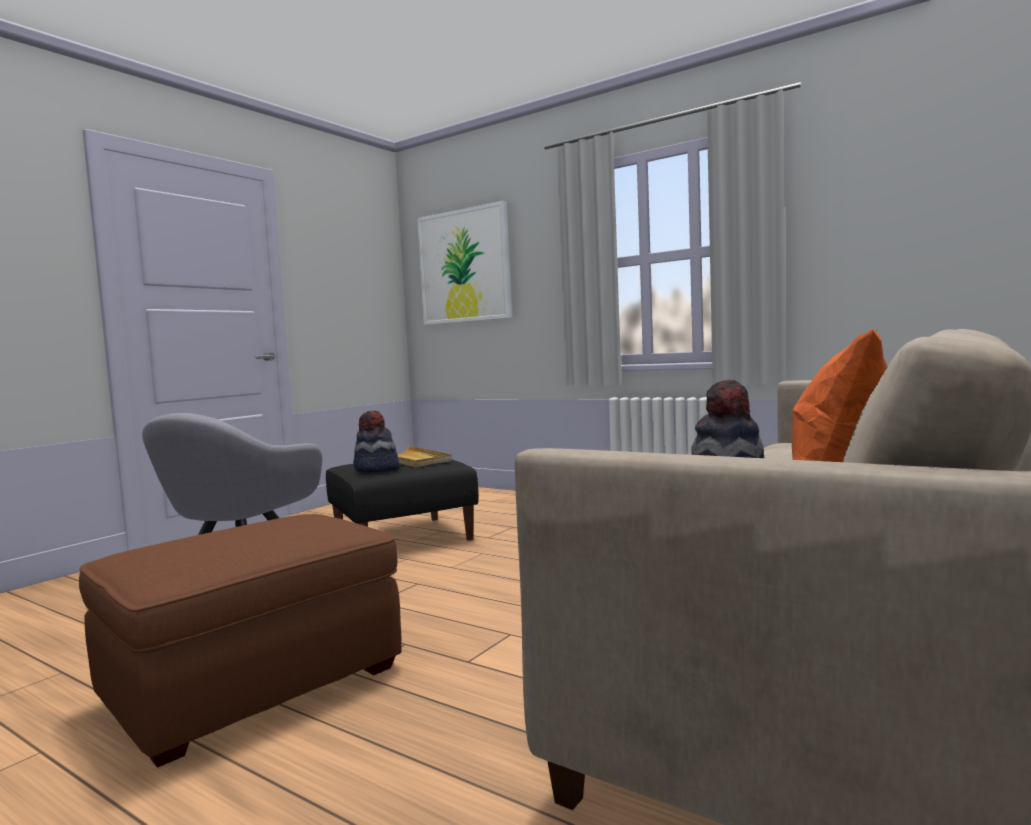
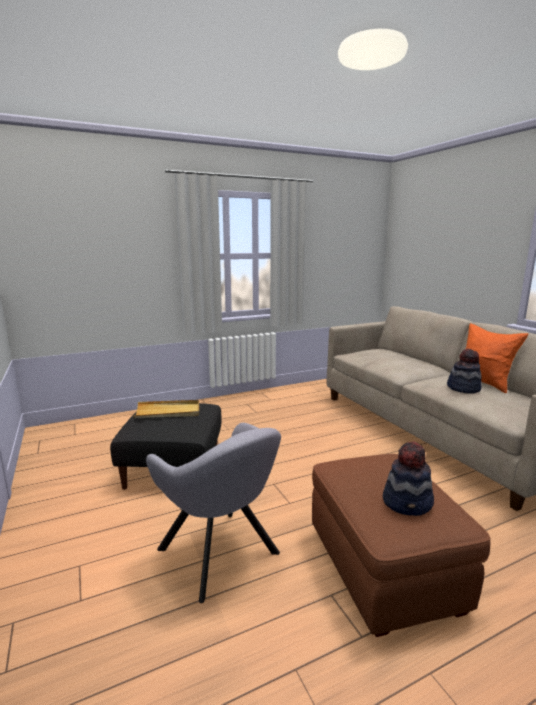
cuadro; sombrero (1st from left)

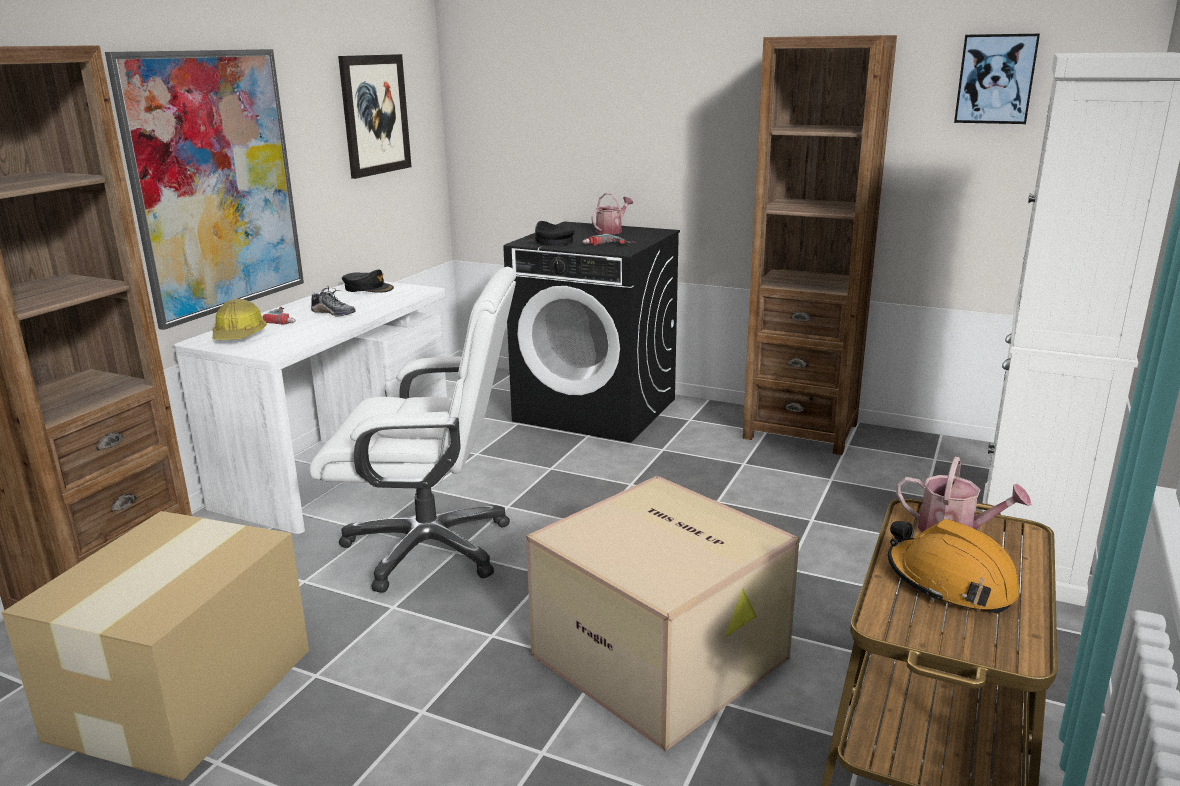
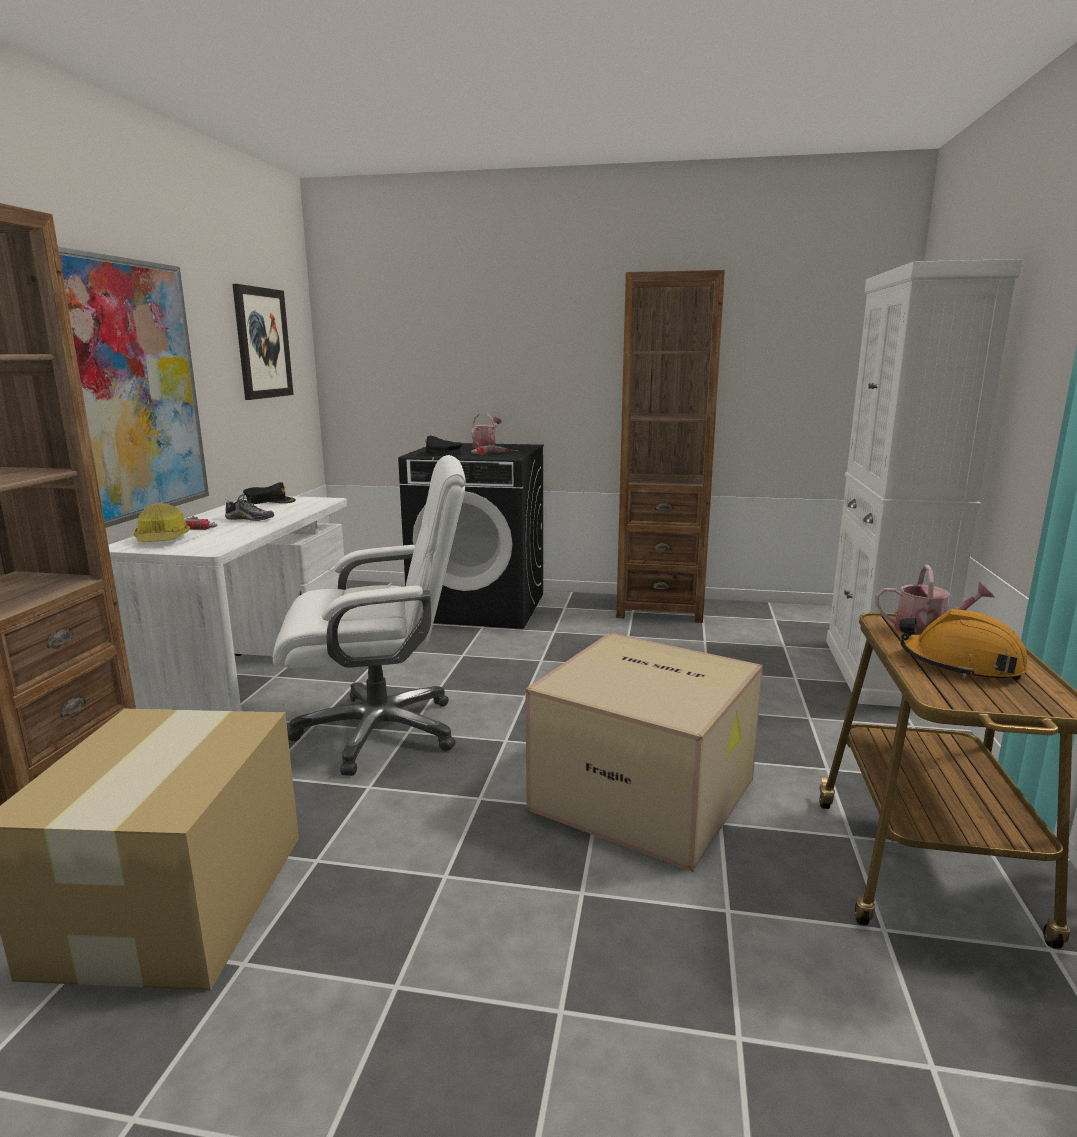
cuadro (3rd from left in the first image)

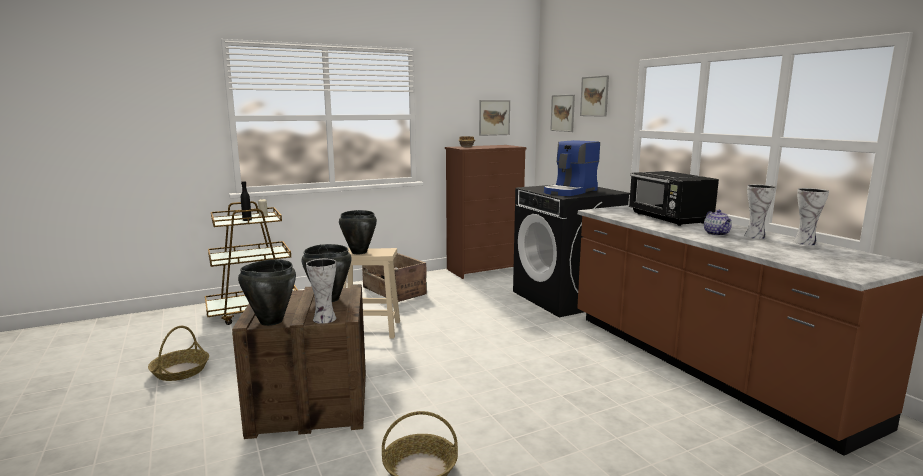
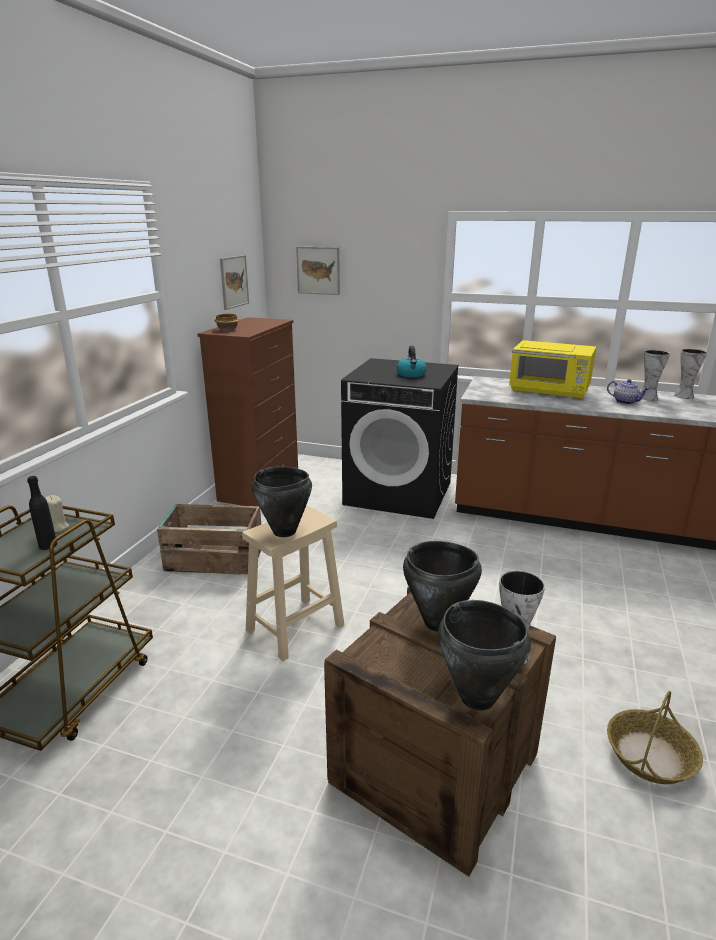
cuadro (3rd from left in the first image); hervidor; microondas [amarillo]; cesta (1st from left in the first image)

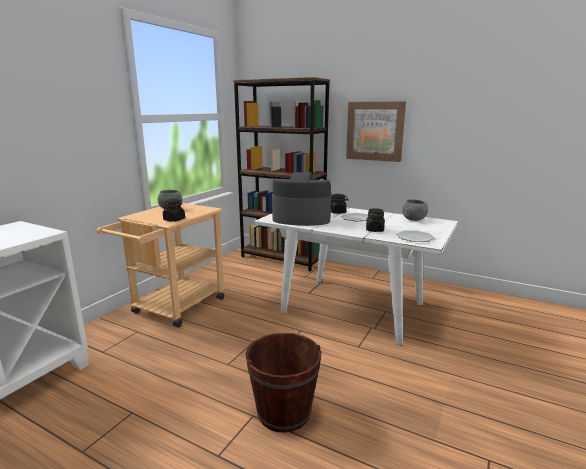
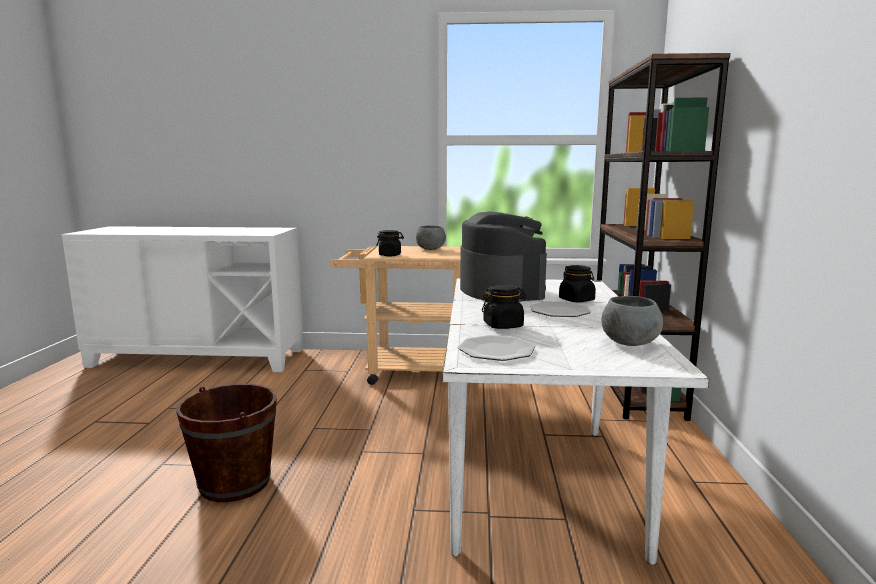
cuadro

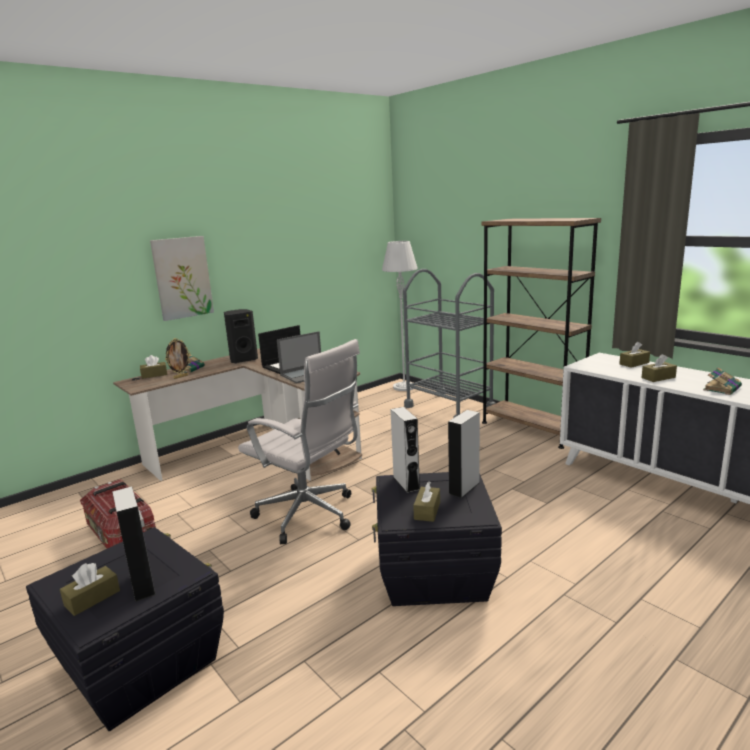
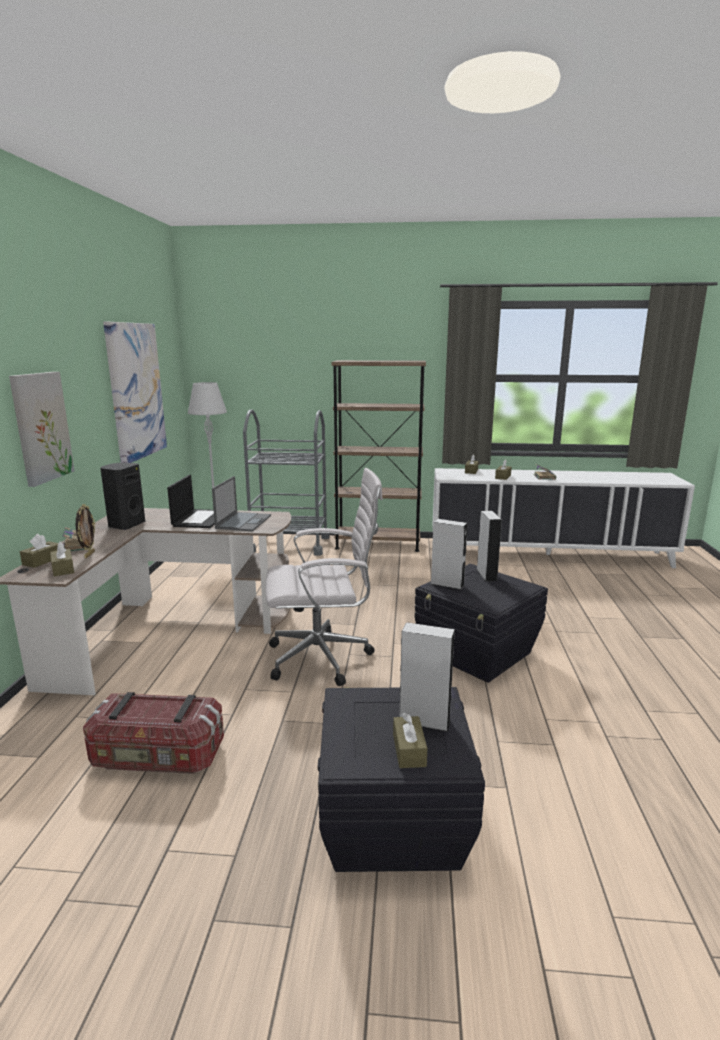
caja de pañuelos [marrón] (2nd from left); cuadro (2nd from left)

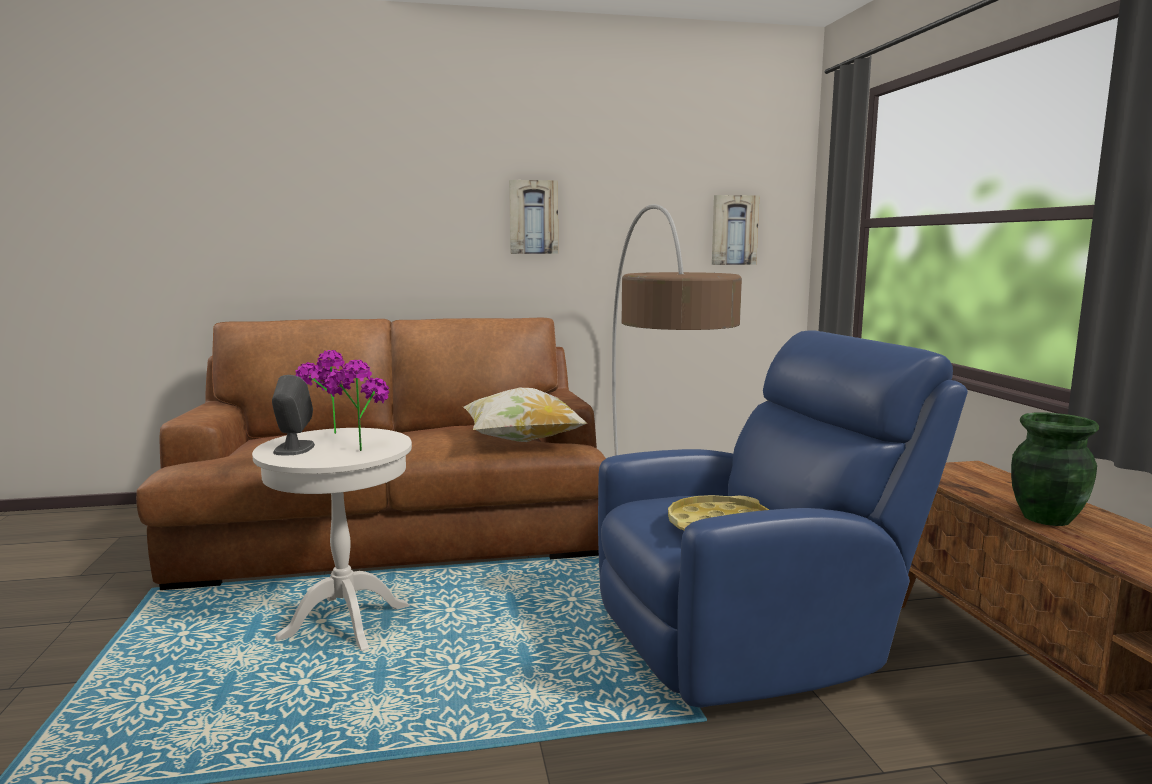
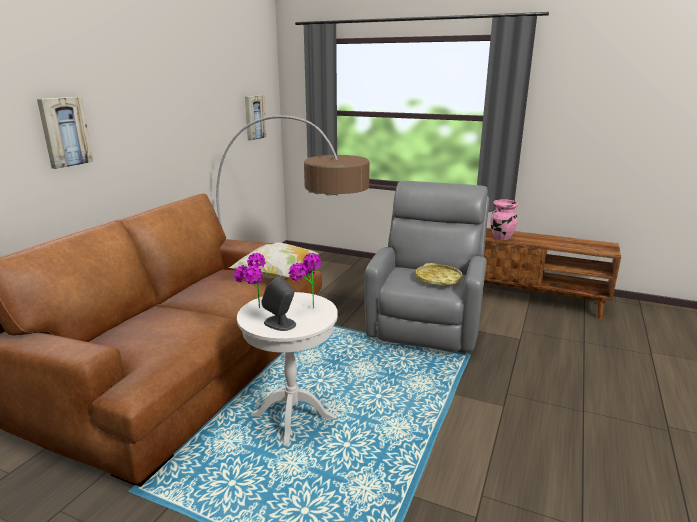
cuadro (1st from left); sillón [gris]; florero [rosa]

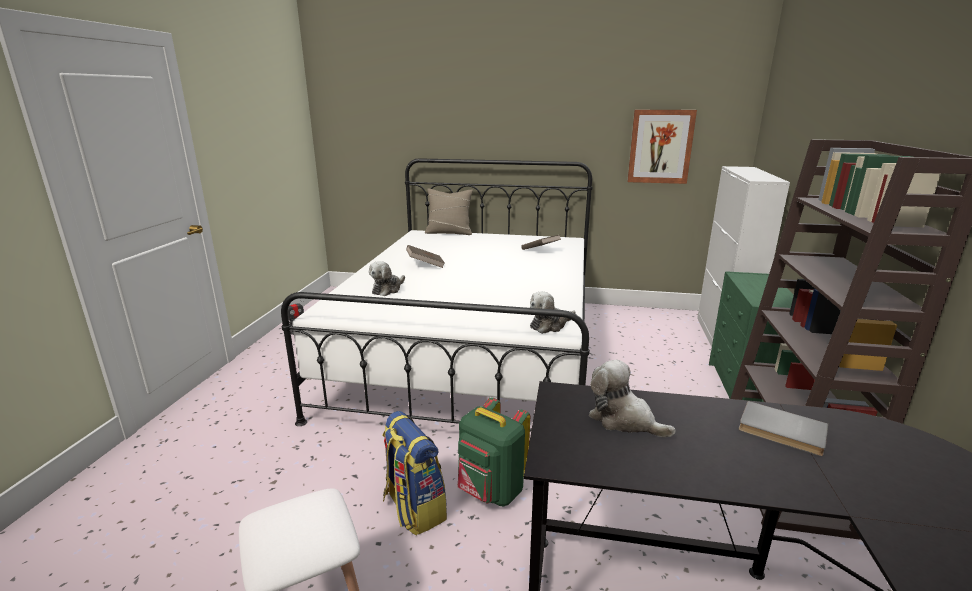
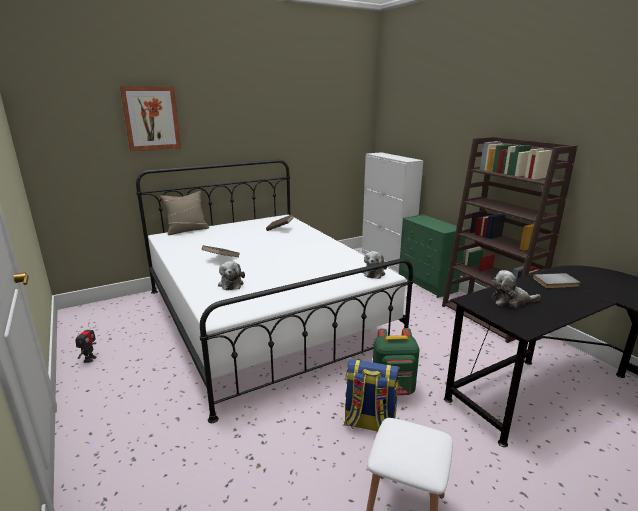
cuadro

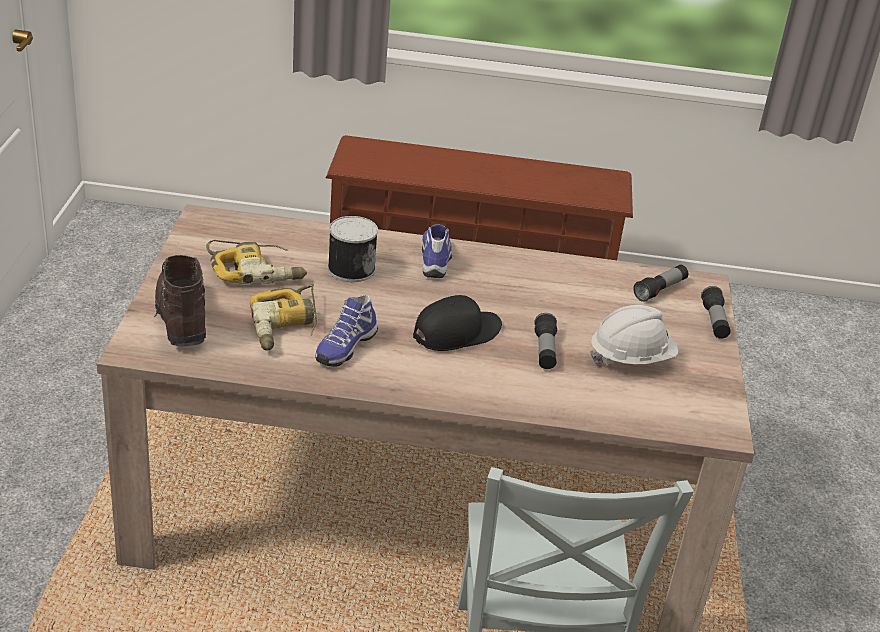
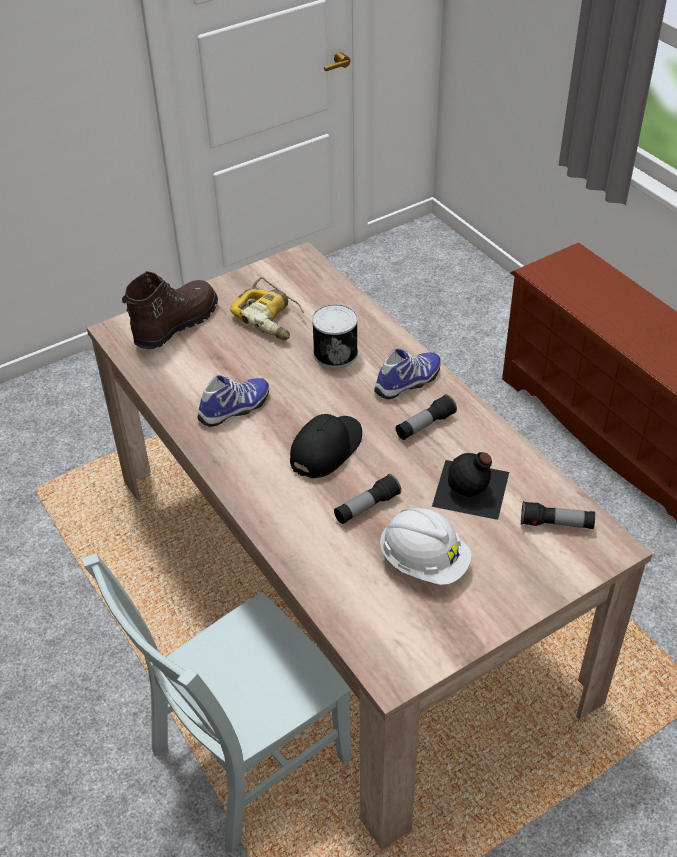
taladro (2nd from left in the first image); linterna (2nd from left); zapato (1st from left); gorra [negro]; botella [negro]

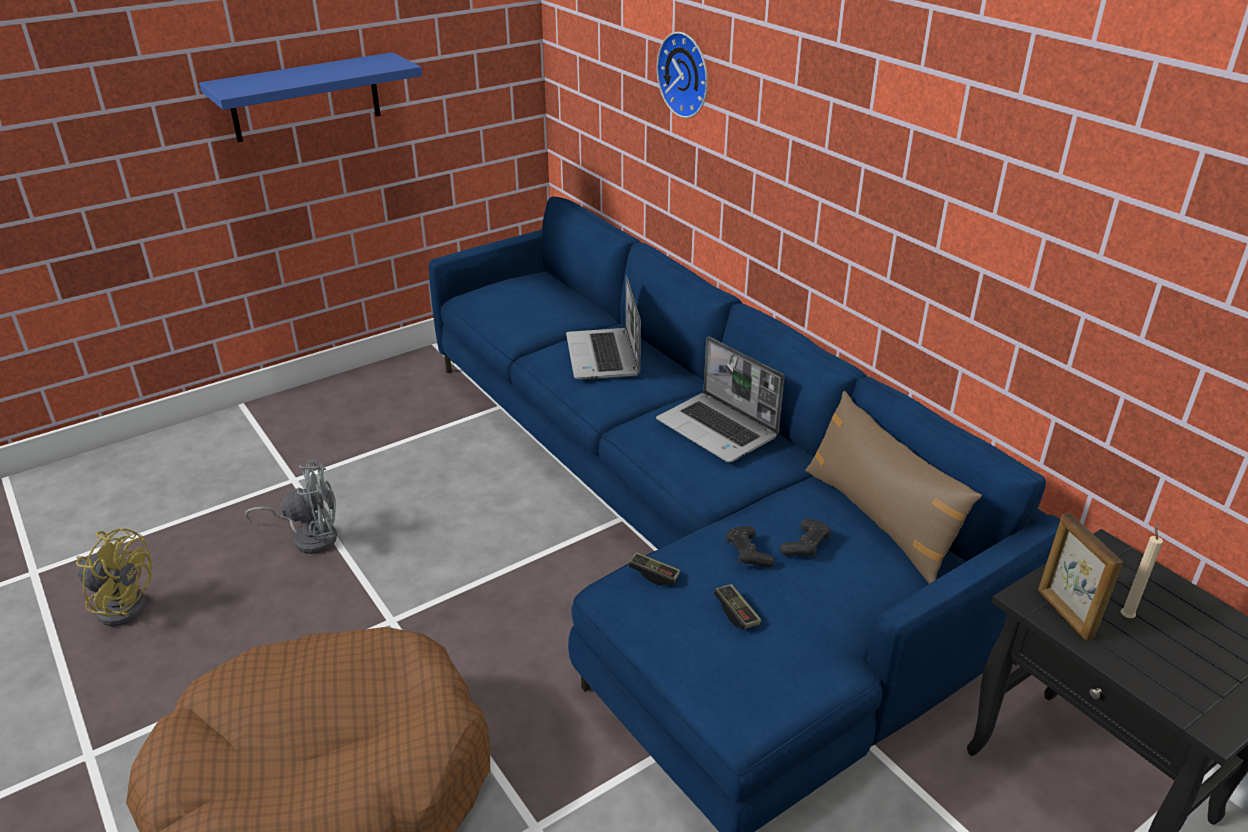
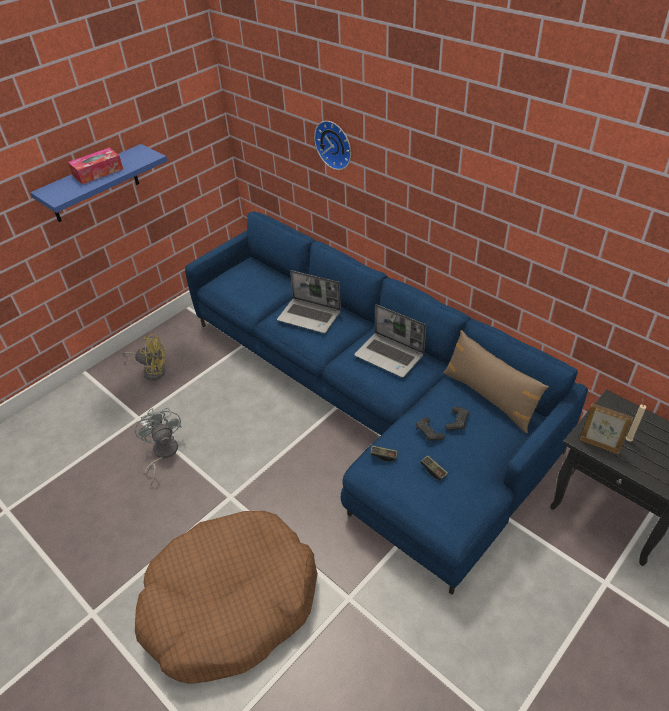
portátil (1st from left); ventilador [gris]; portarretratos; ventilador [amarillo]; caja de pañuelos

